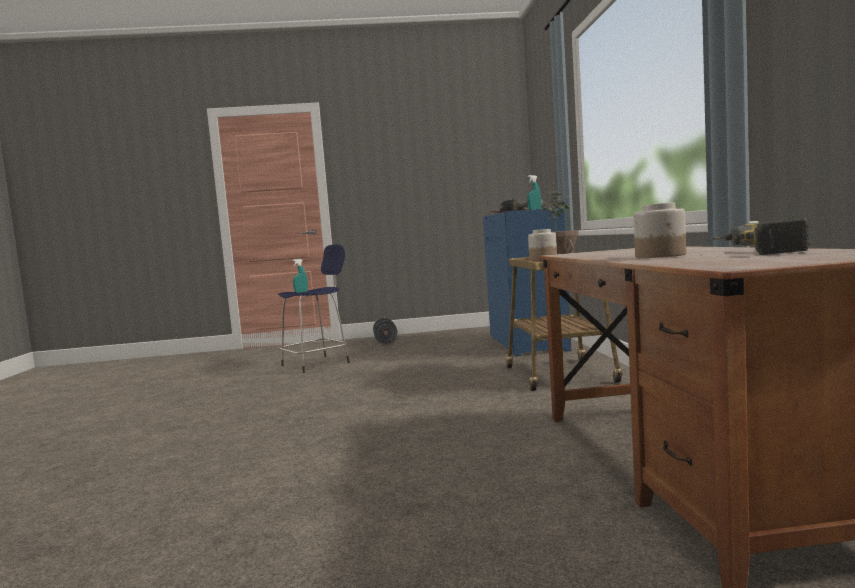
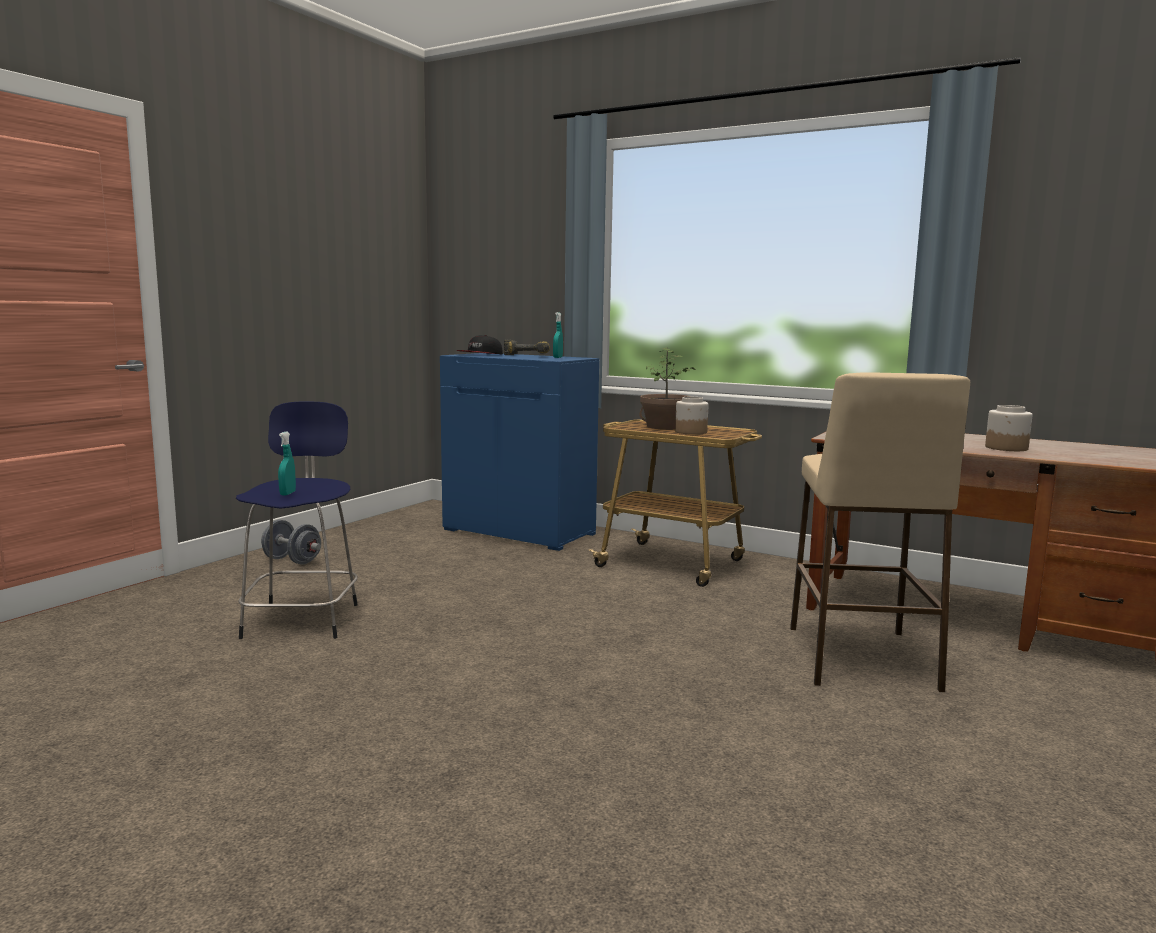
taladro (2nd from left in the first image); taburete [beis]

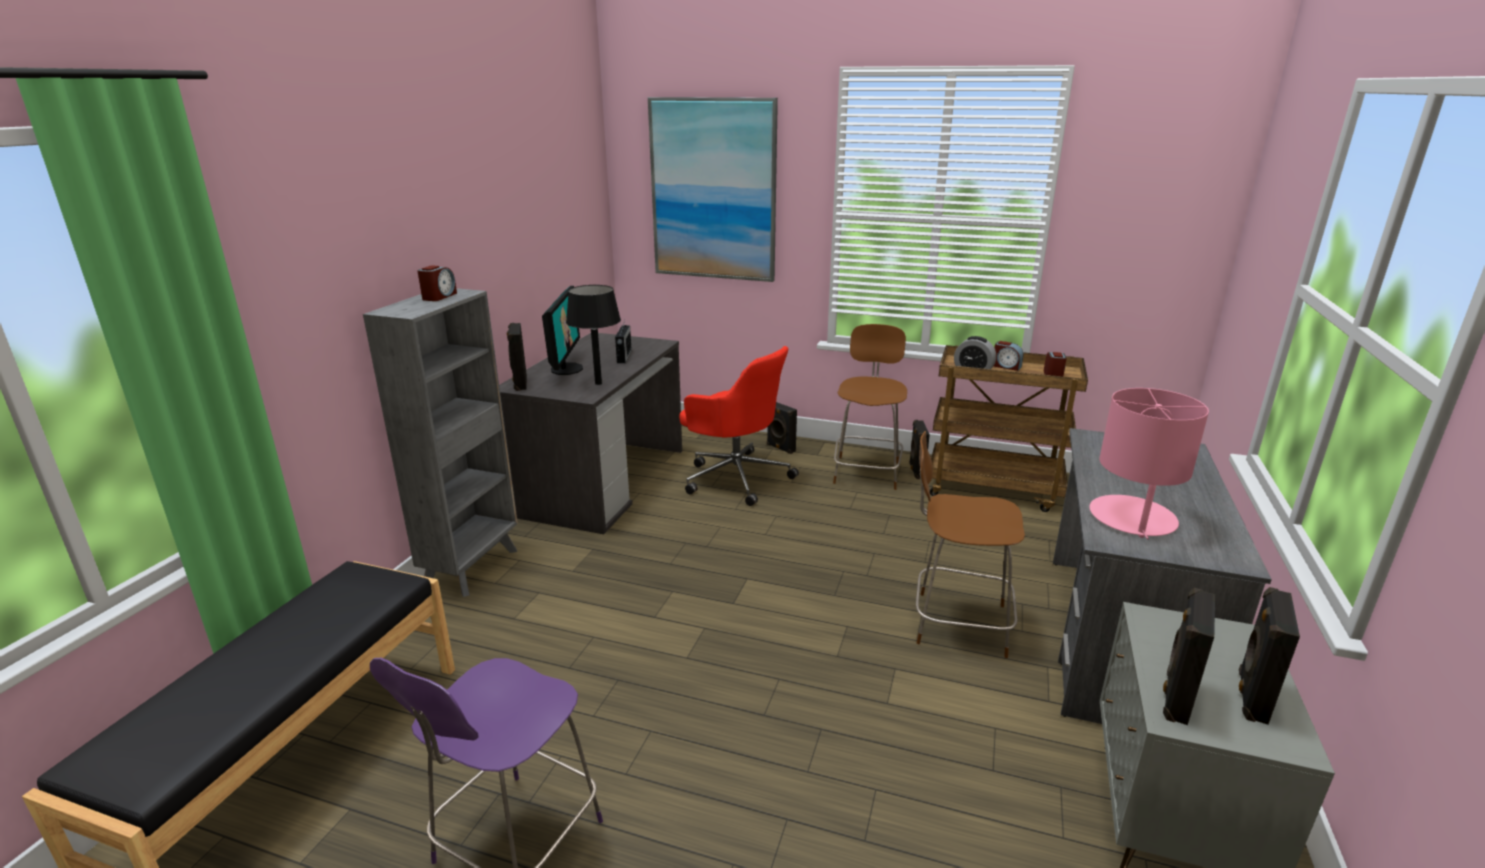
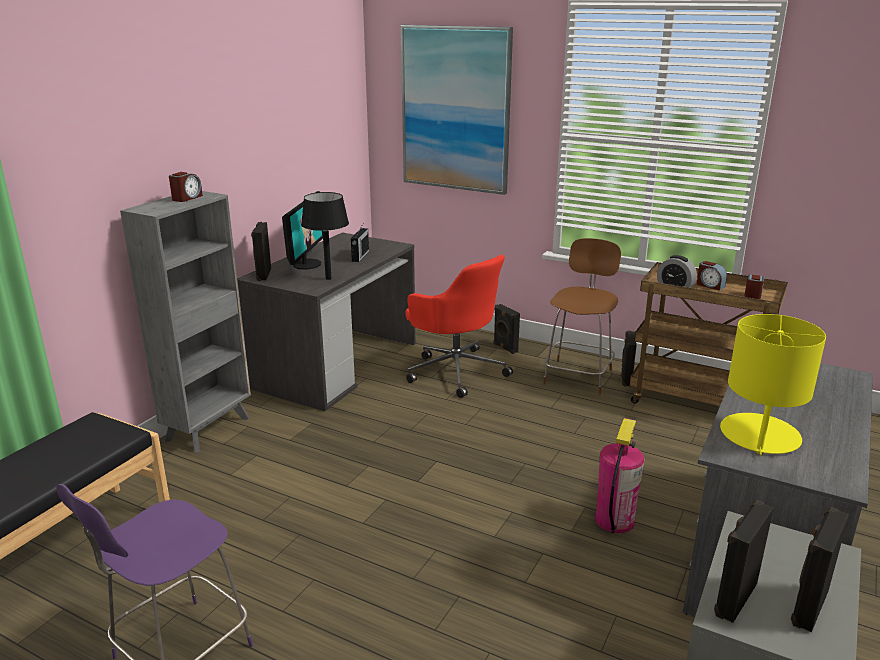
lámpara de mesa [amarillo]; extintor

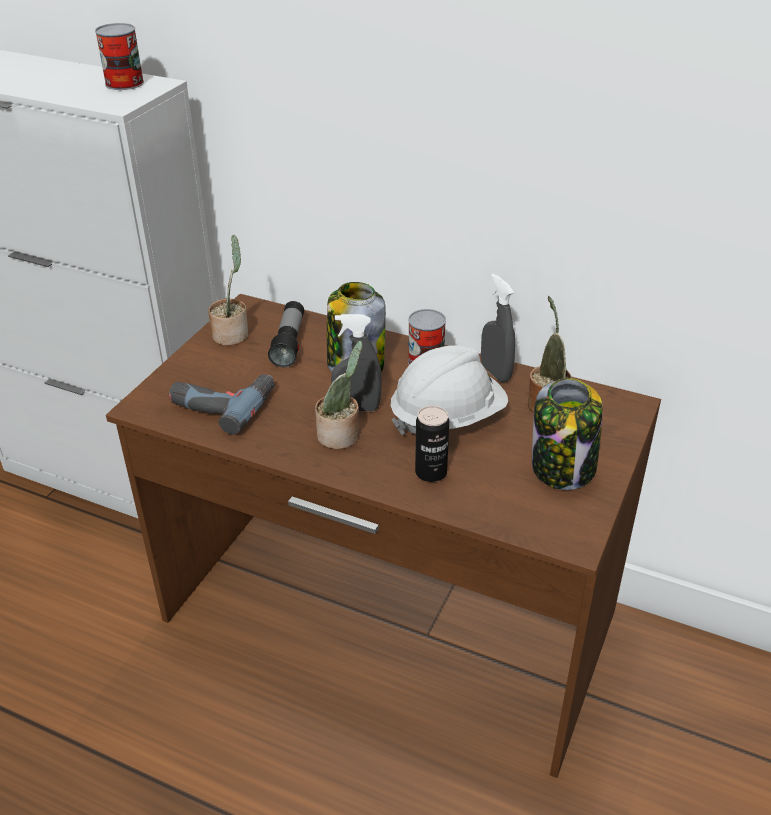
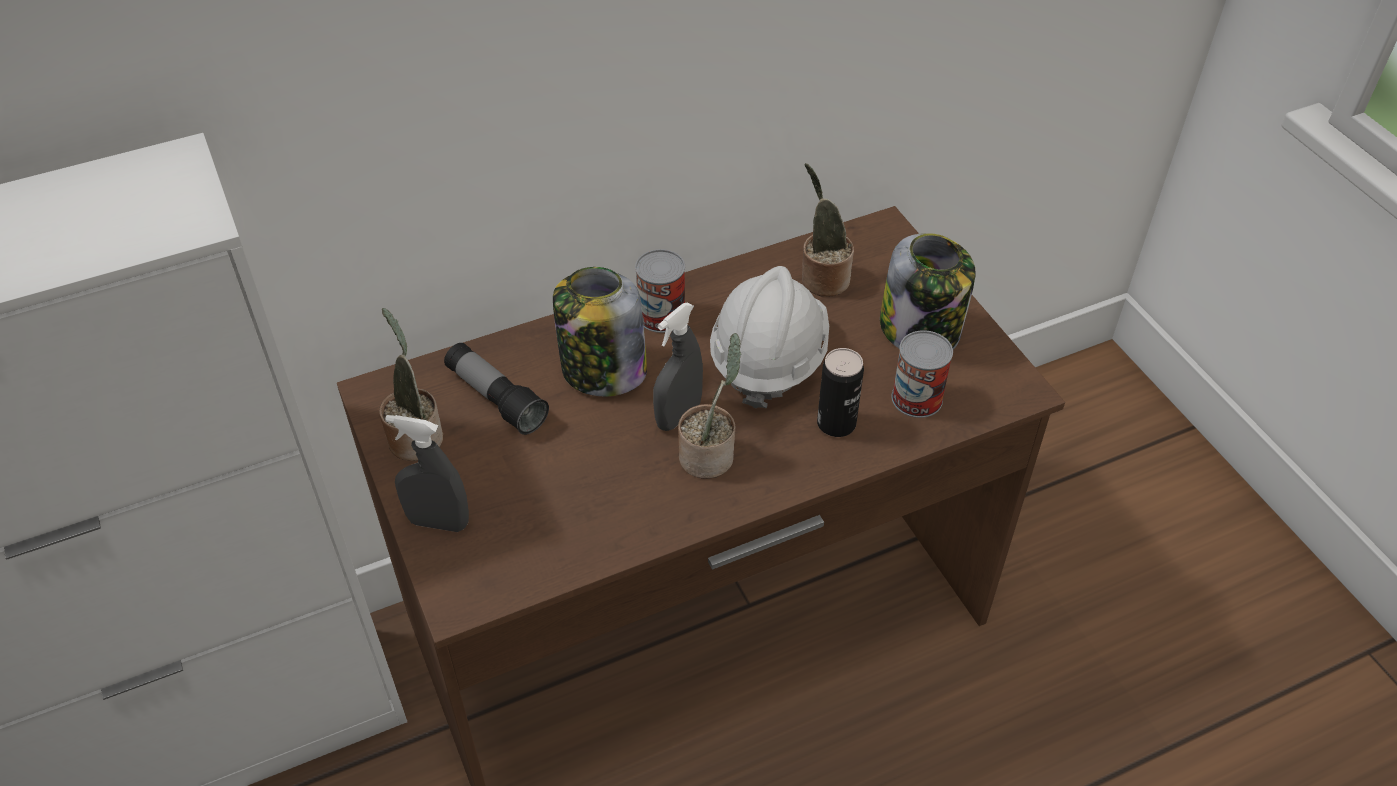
lata (3rd from left); pulverizador [gris] (1st from left); taladro

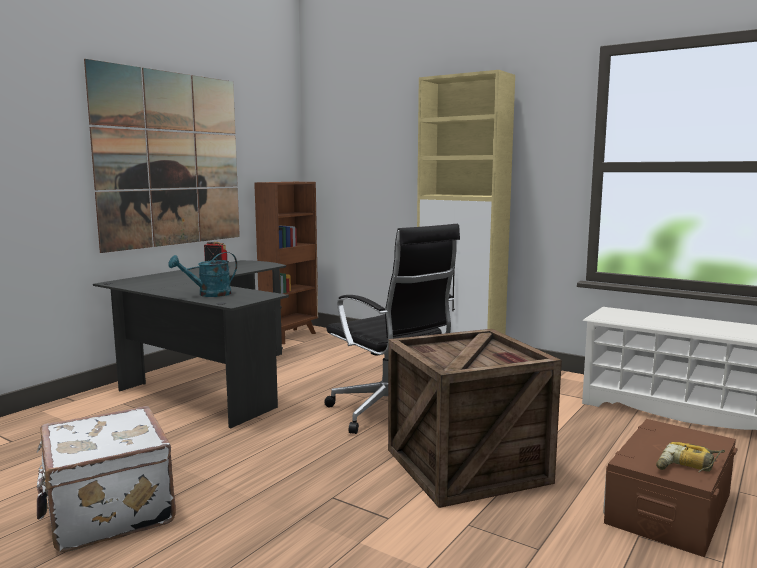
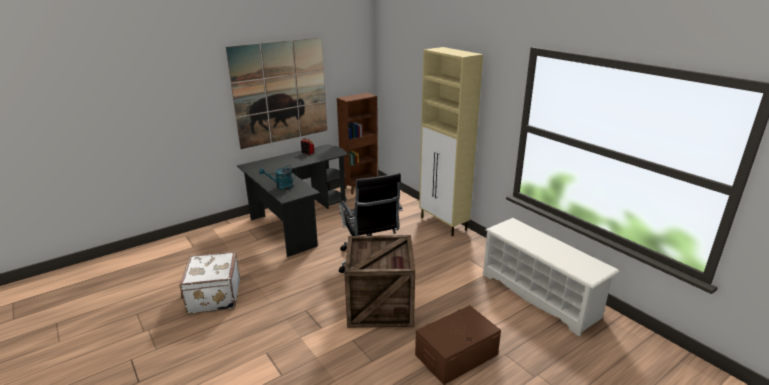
taladro

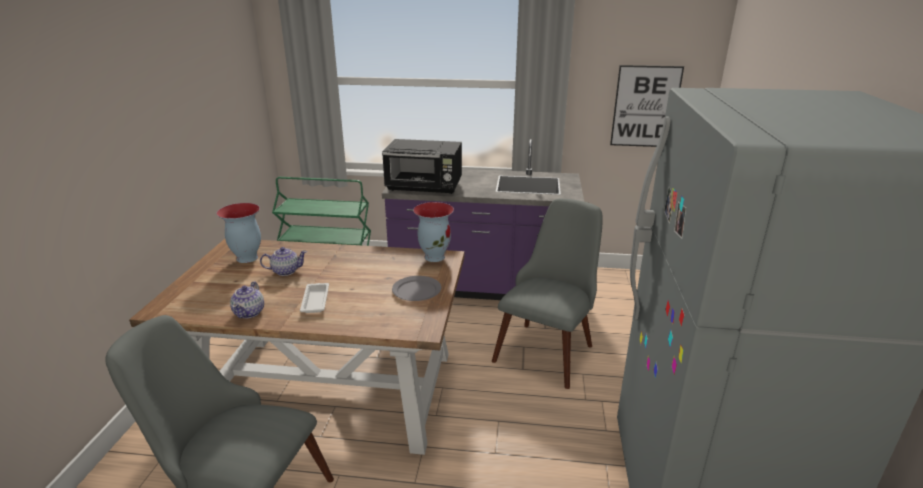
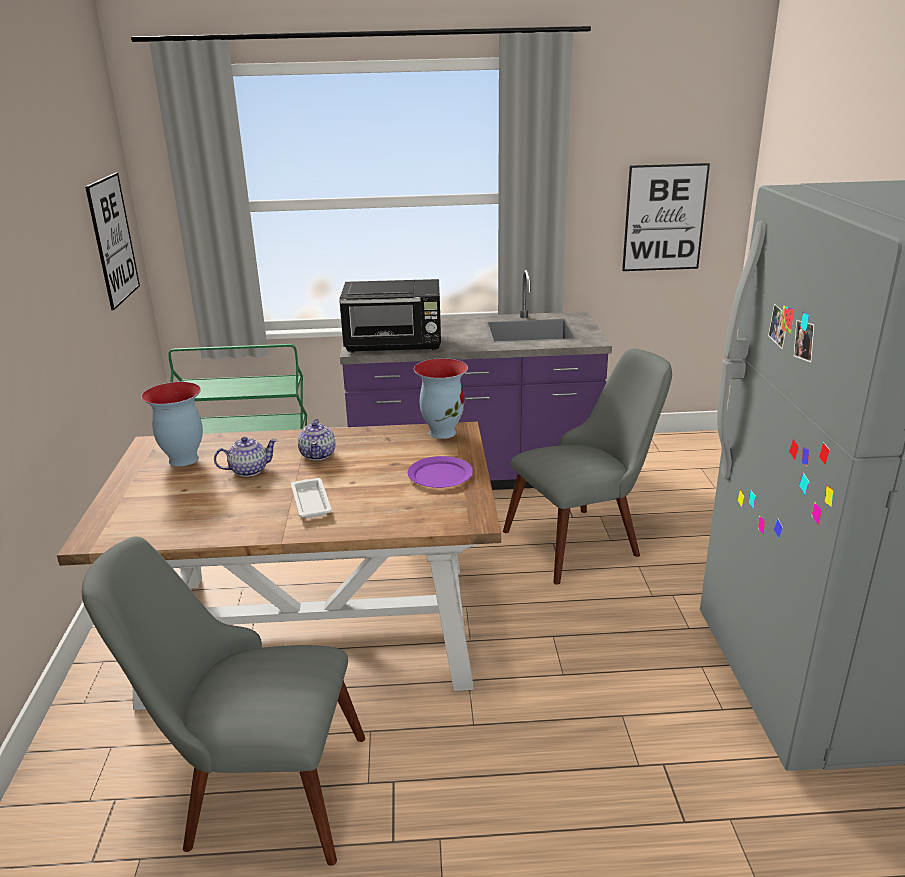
silla [gris] (2nd from left); plato [morado]; tetera (2nd from left); cuadro (1st from left)

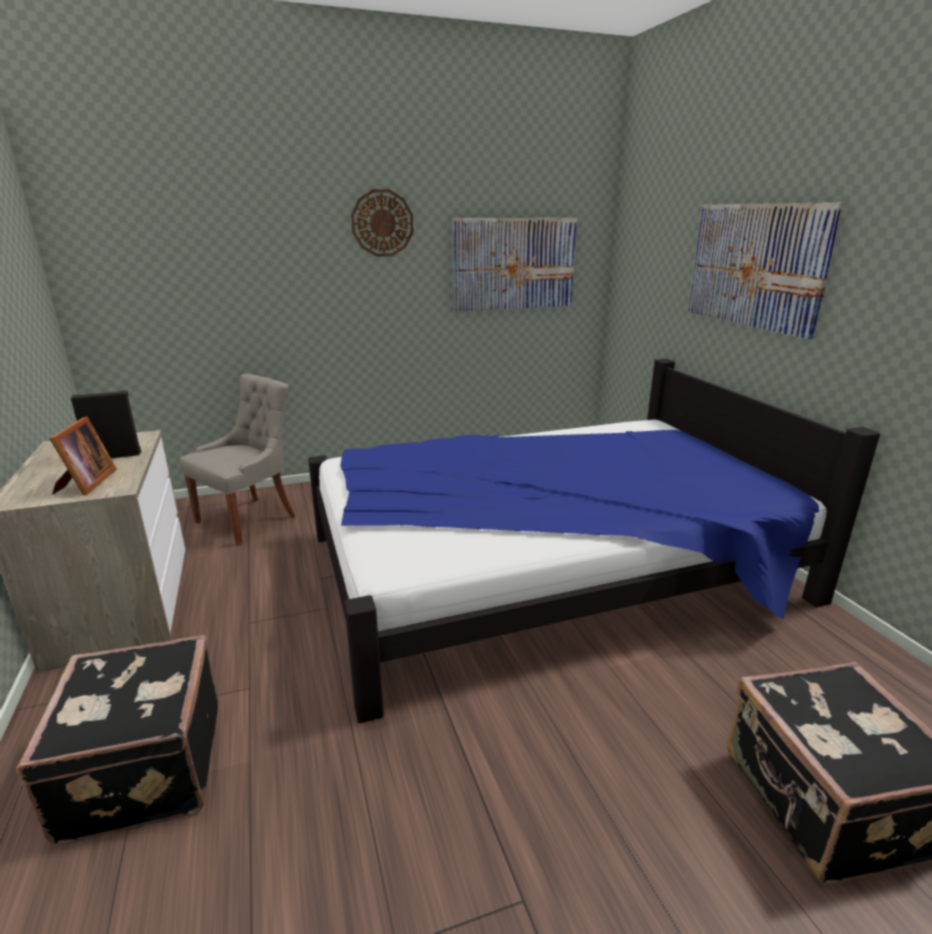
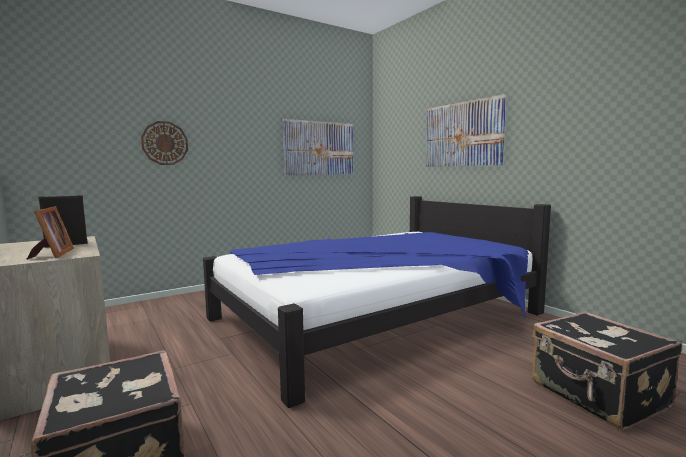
reloj de pared; silla [gris]

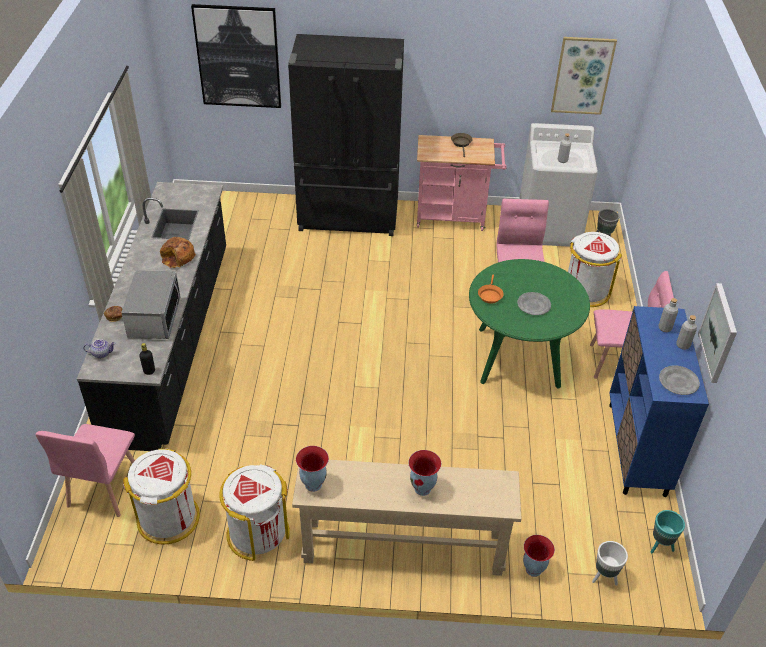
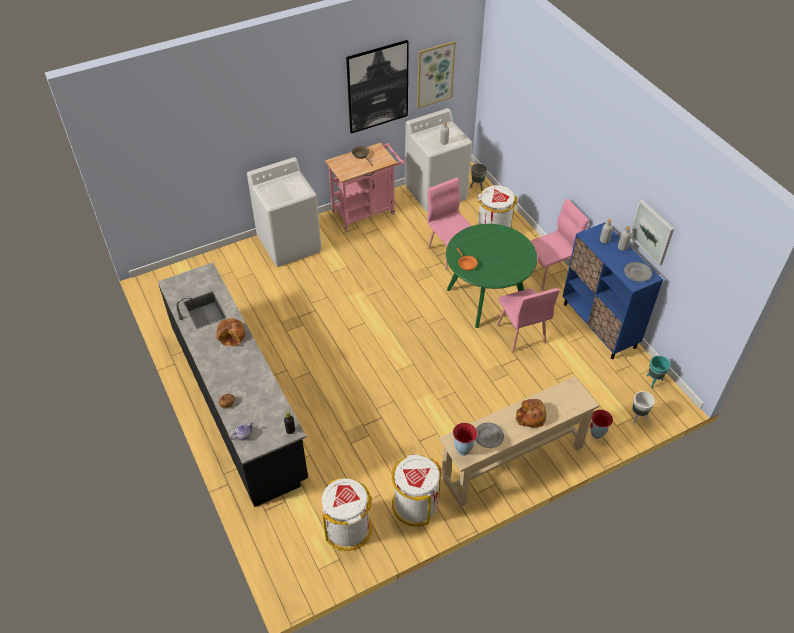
cuadro (1st from left); lavadora [blanco] (1st from left); microondas; plato [gris] (1st from left); silla [rosa] (2nd from left); pan (3rd from left)

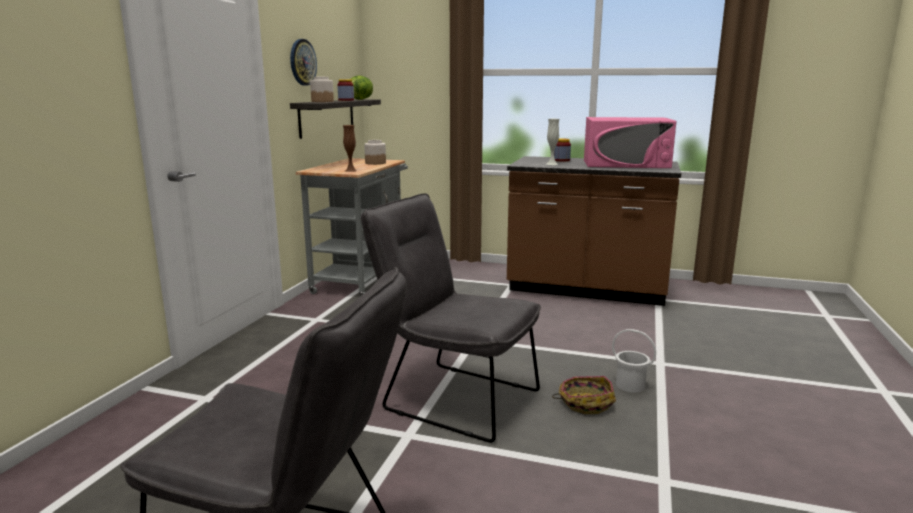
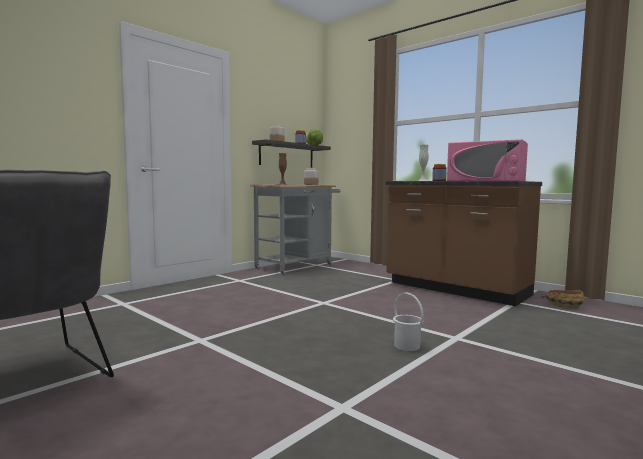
reloj de pared; silla [gris] (2nd from left in the first image); cesta

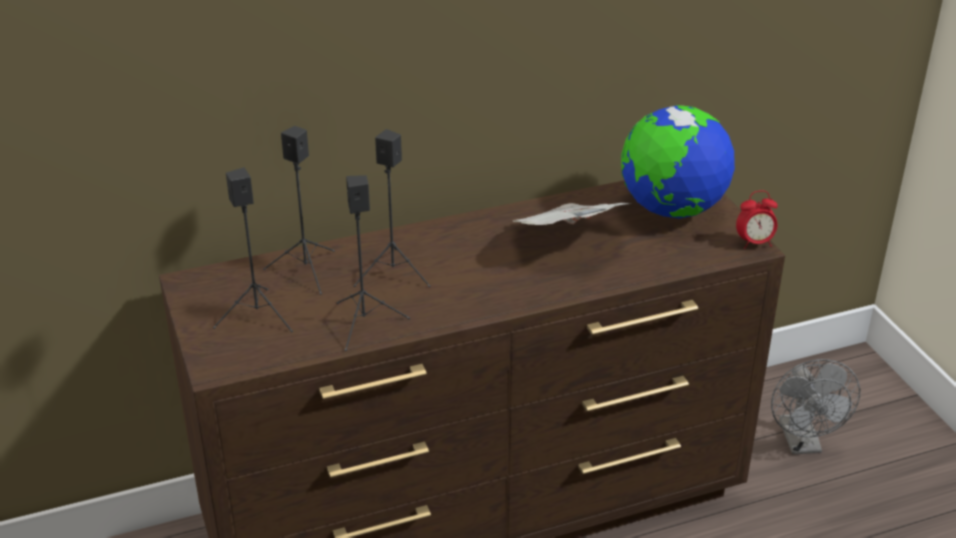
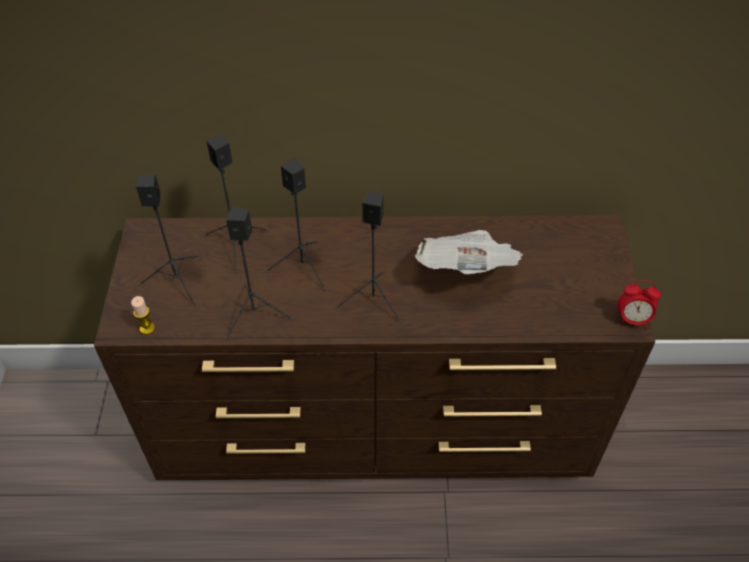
globo terráqueo; ventilador [gris]; altavoz [negro] (5th from left); vela

